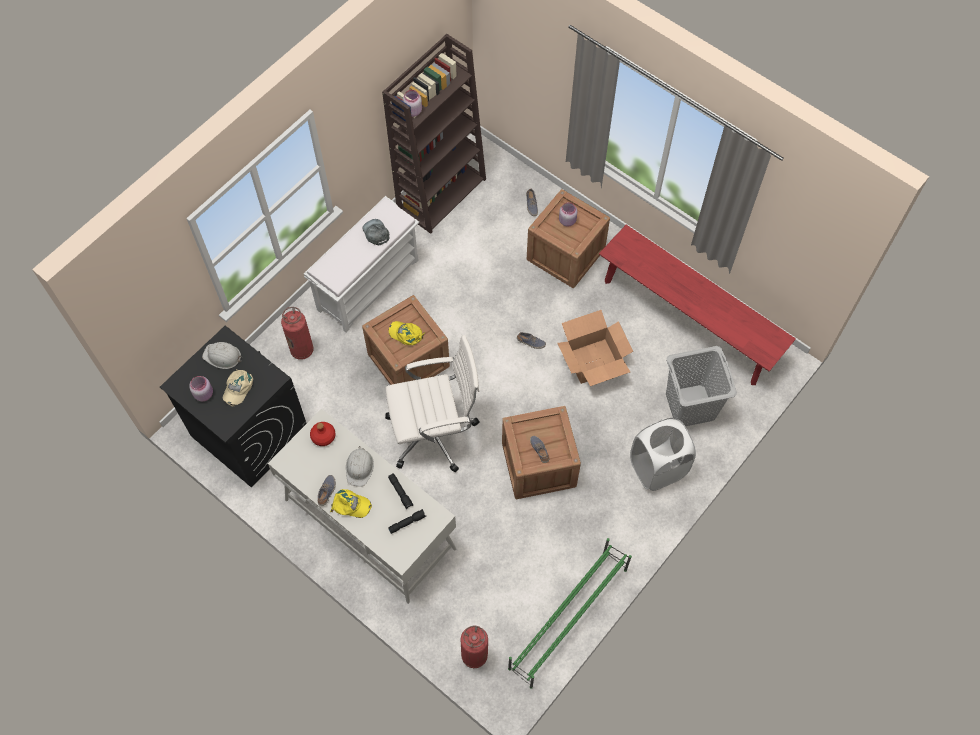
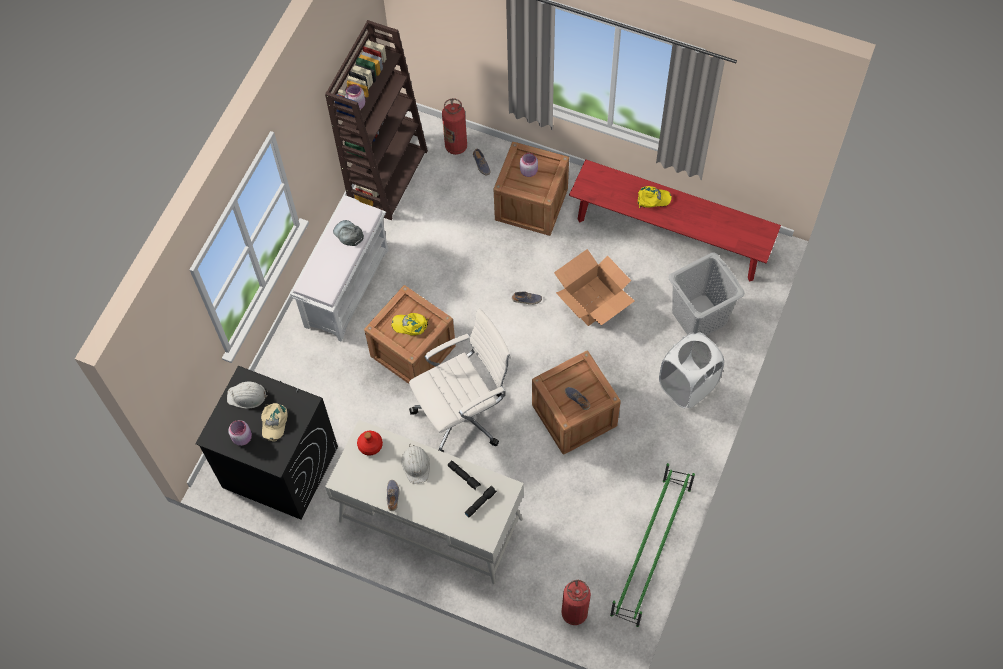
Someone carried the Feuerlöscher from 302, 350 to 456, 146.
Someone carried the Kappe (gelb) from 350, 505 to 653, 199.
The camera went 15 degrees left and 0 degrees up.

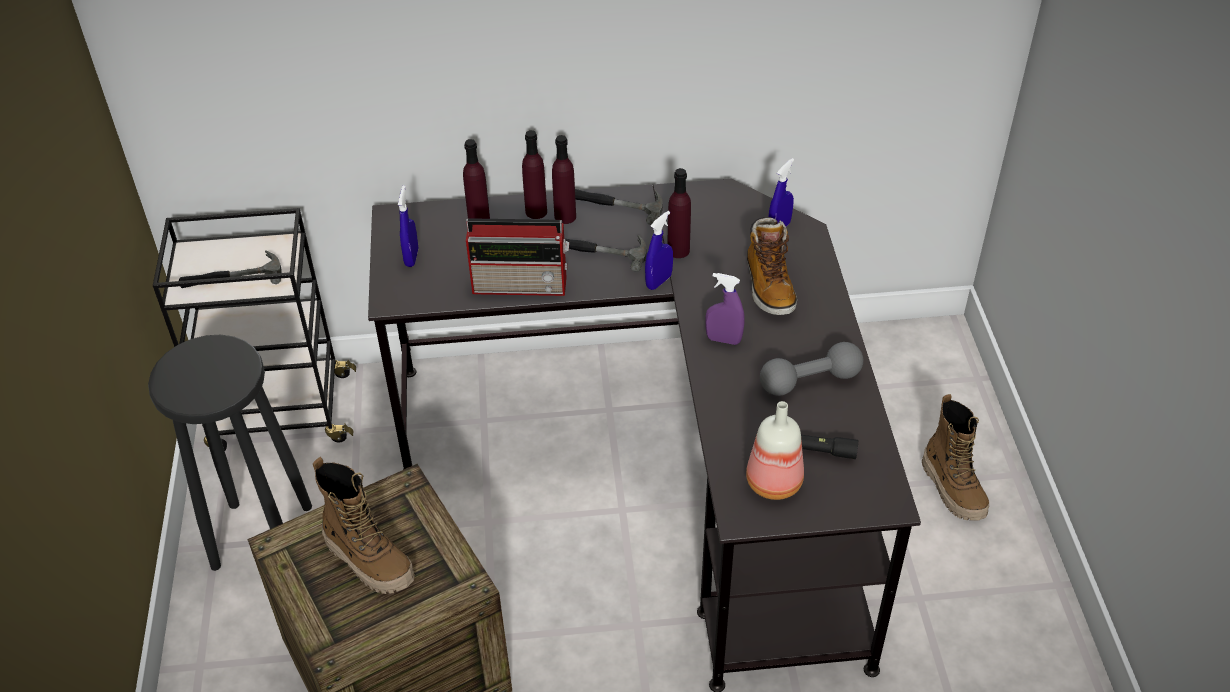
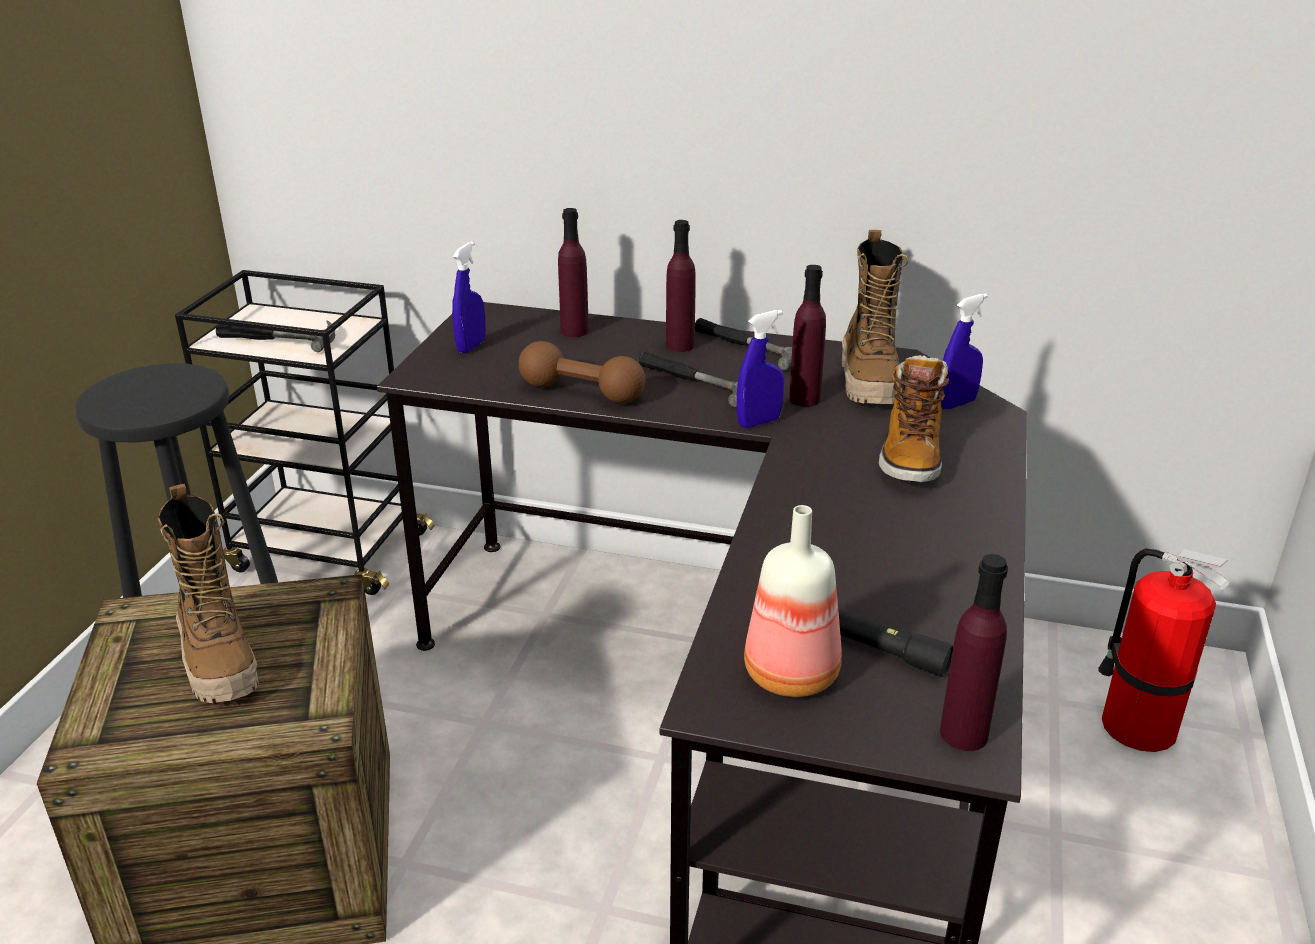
Someone swapped the Radio at 522, 284 for the Hantel (braun) at 582, 392.
Someone carried the Flasche (lila) from 536, 212 to 963, 734.
Someone took away the Sprühflasche (lila) at 723, 339.
Someone took away the Hantel (grau) at 810, 381.
Someone carried the Stiefel from 953, 489 to 869, 382.
Someone put down the Feuerlöscher at 1135, 724.
The camera went 20 degrees right and 15 degrees down.

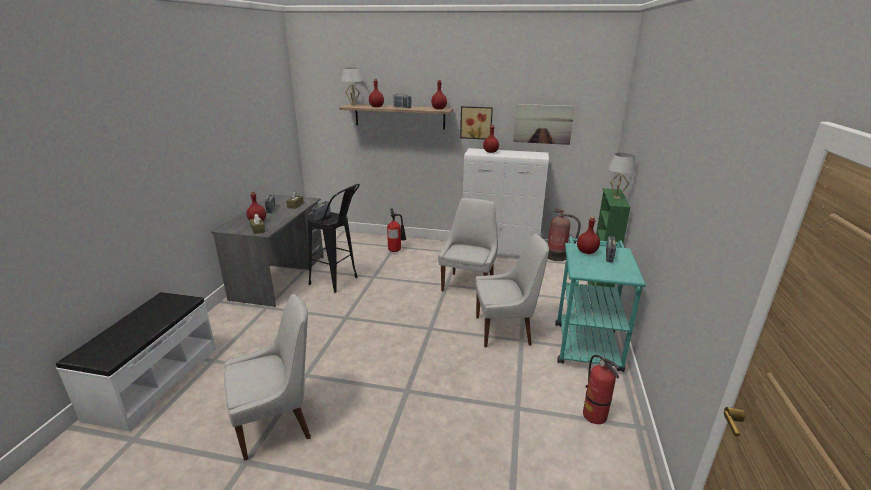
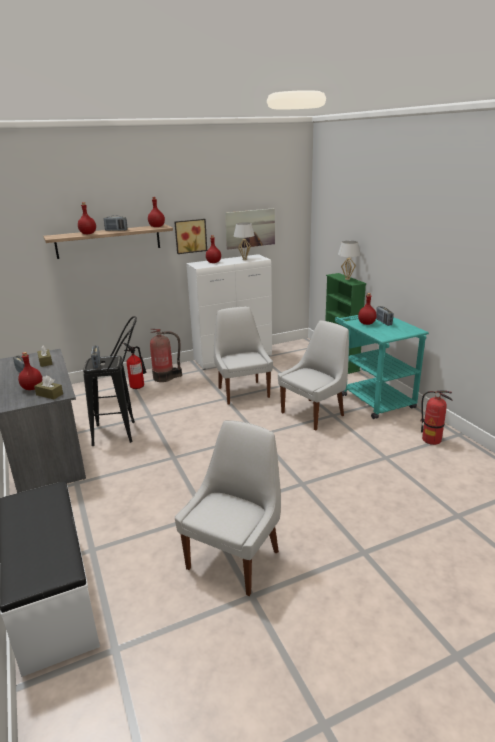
Someone carried the Tischlampe (weiß) from 353, 105 to 244, 259.
Someone carried the Feuerlöscher from 558, 257 to 165, 377.
The camera went 35 degrees left and 0 degrees up.

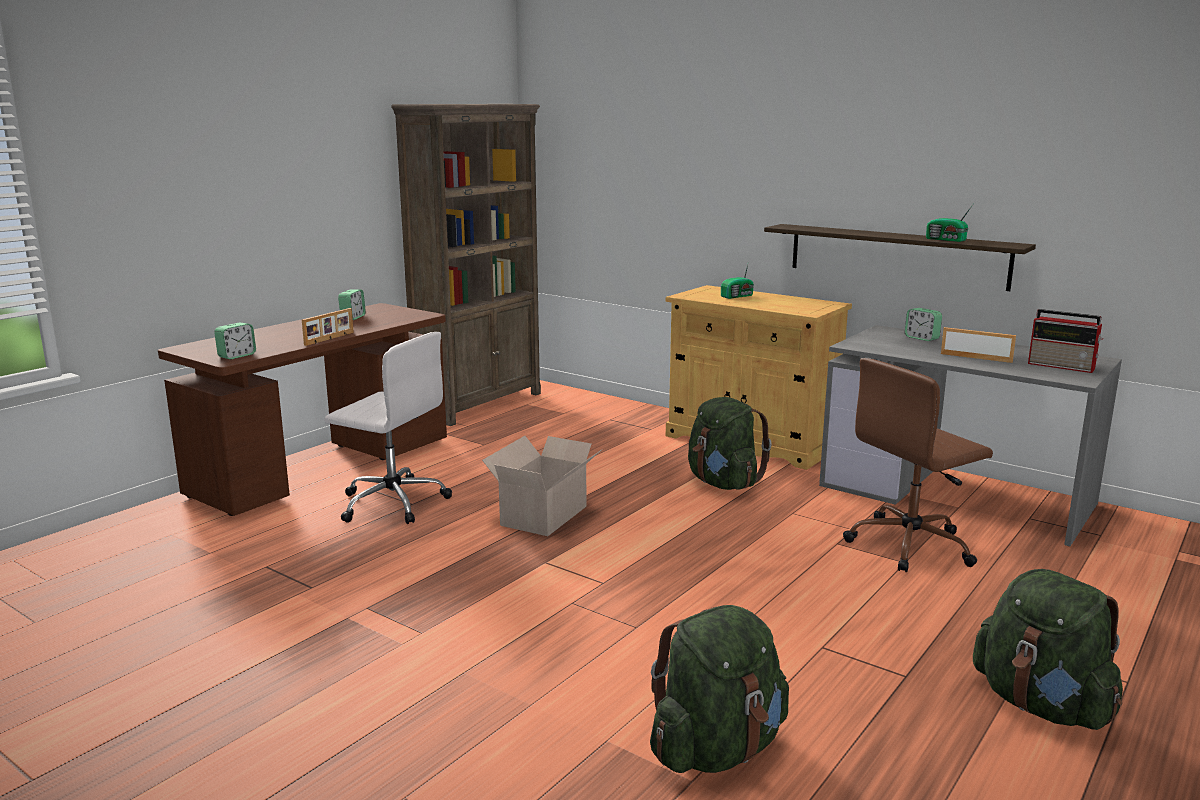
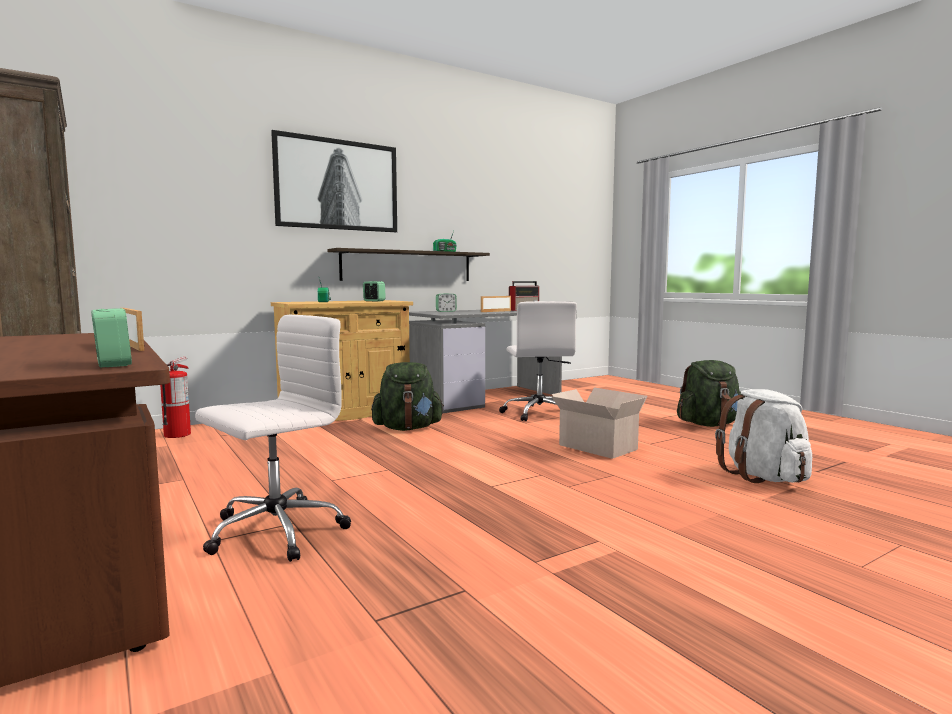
Someone carried the Wecker from 353, 317 to 374, 301.
Someone carried the Karton from 546, 515 to 596, 447.
Someone repainted the Rucksack (grün) at 717, 749, which became the Rucksack (weiß) at 763, 477.
Someone repainted the Bürostuhl (braun) at 911, 545, which became the Bürostuhl (weiß) at 539, 413.
Someone put down the Feuerlöscher at 177, 434.
Someone put up the Bild at 337, 185.
The camera went 70 degrees left and 10 degrees down.

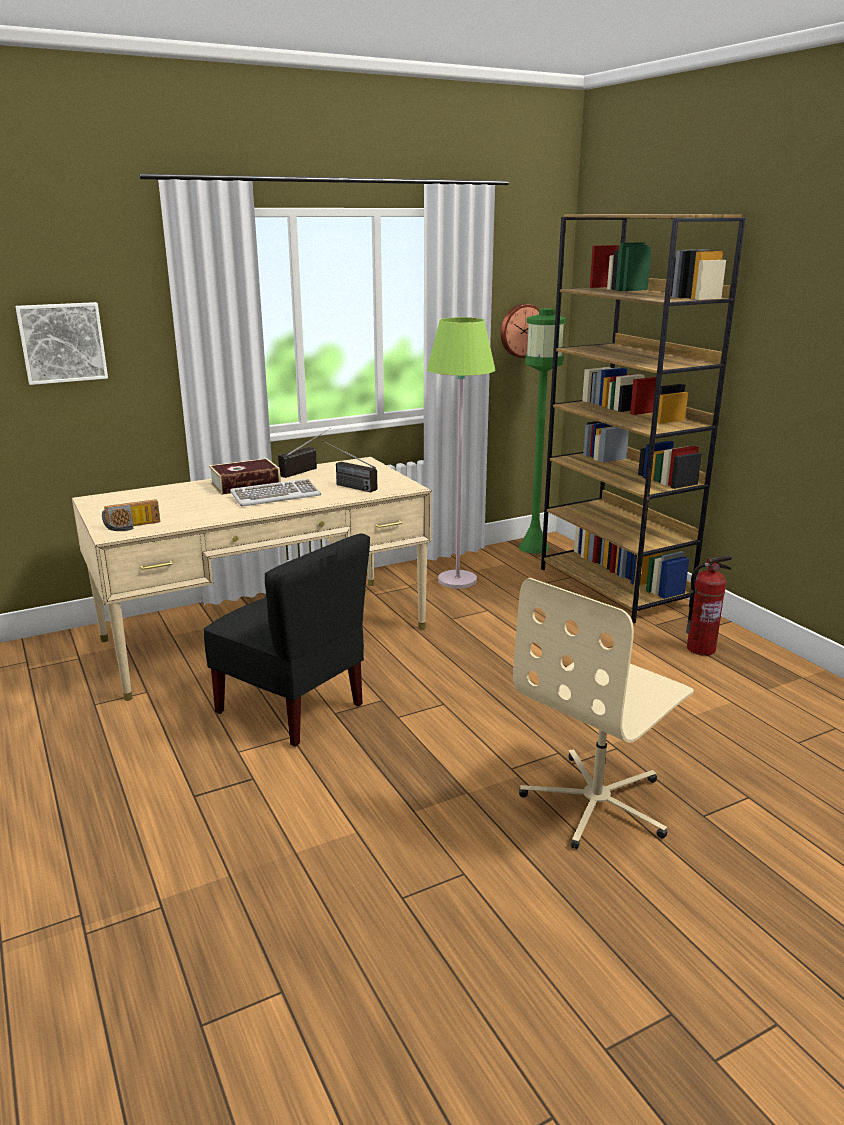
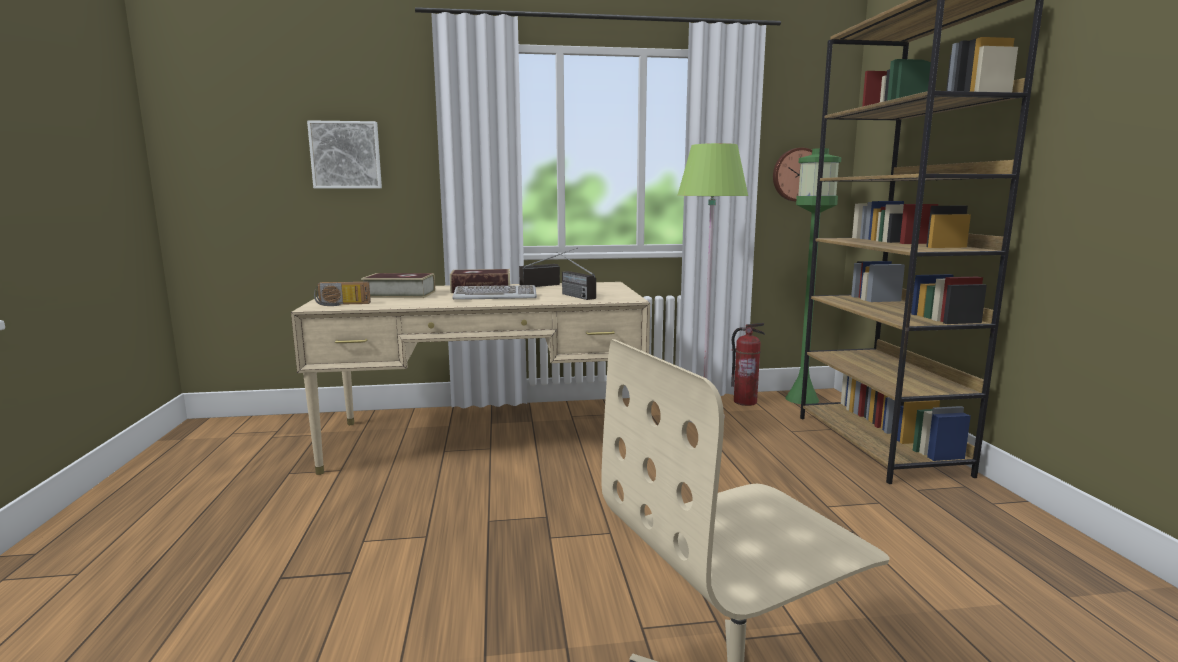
Someone took away the Stuhl (schwarz) at 292, 708.
Someone carried the Feuerlöscher from 701, 649 to 745, 402.
Someone put down the Buch at 400, 294.
The camera went 20 degrees right and 10 degrees down.

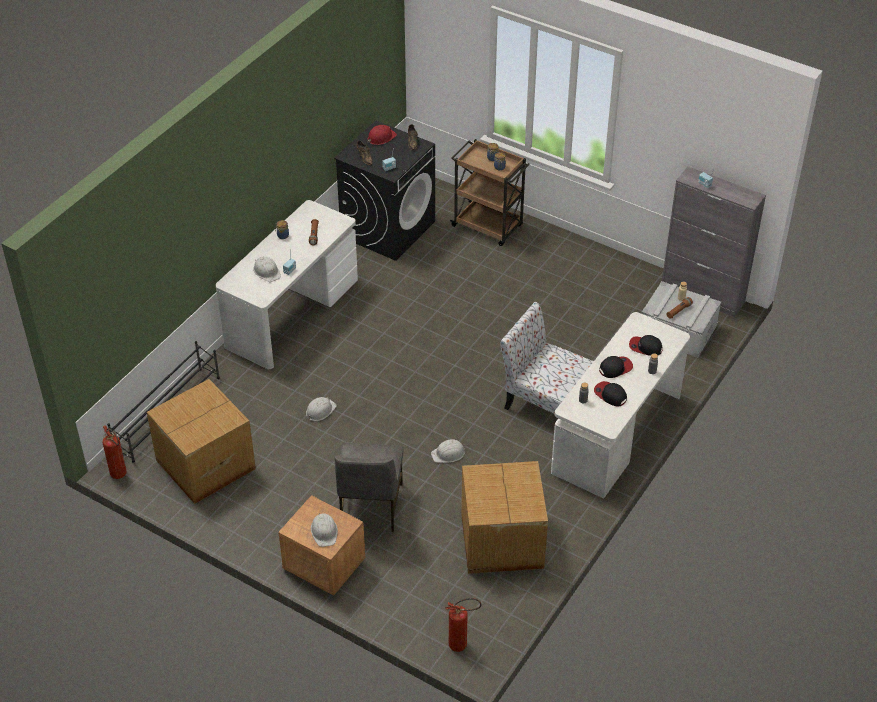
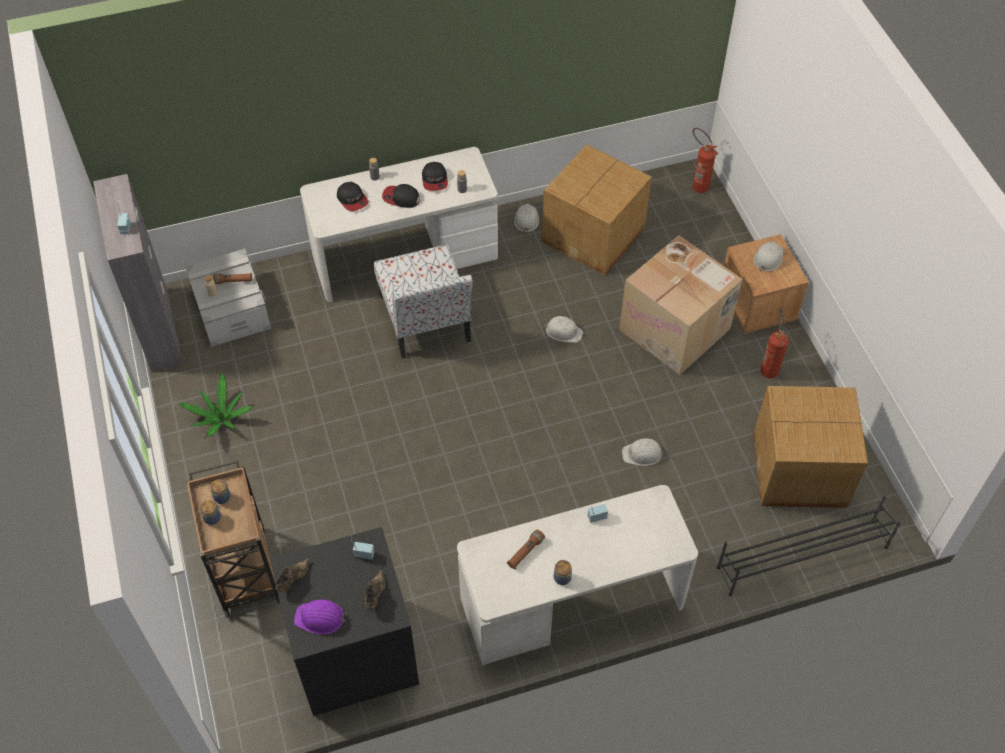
Someone carried the Feuerlöscher from 120, 475 to 769, 367.
Someone carried the Schutzhelm (weiß) from 267, 271 to 526, 219.
Someone swapped the Stuhl (grau) at 370, 507 for the Karton at 676, 329.
Someone repainted the Schutzhelm (rot) at 381, 137, which became the Schutzhelm (lila) at 320, 618.
Someone put down the Topfpflanze at 220, 419.
The camera went 140 degrees left and 10 degrees up.

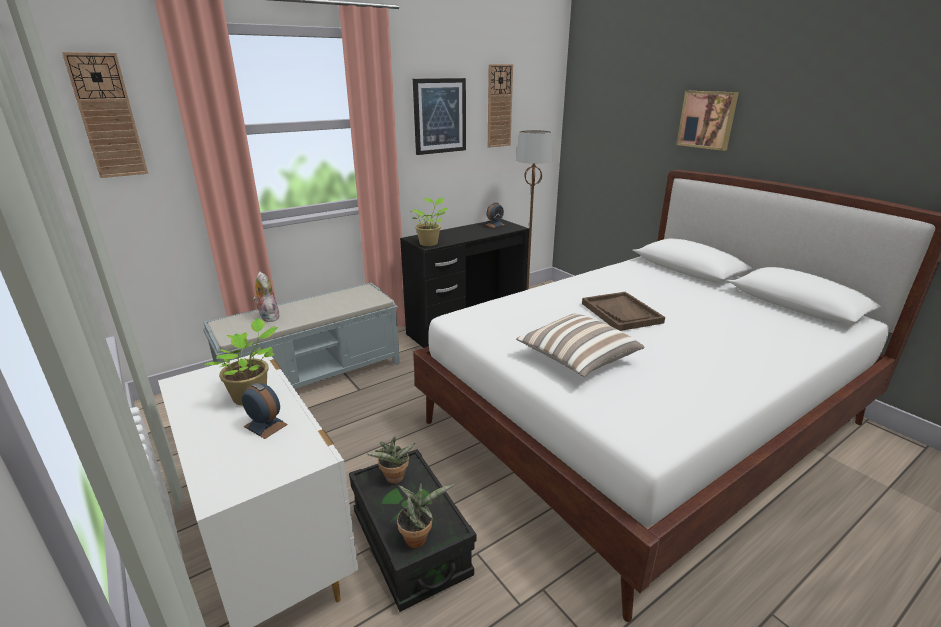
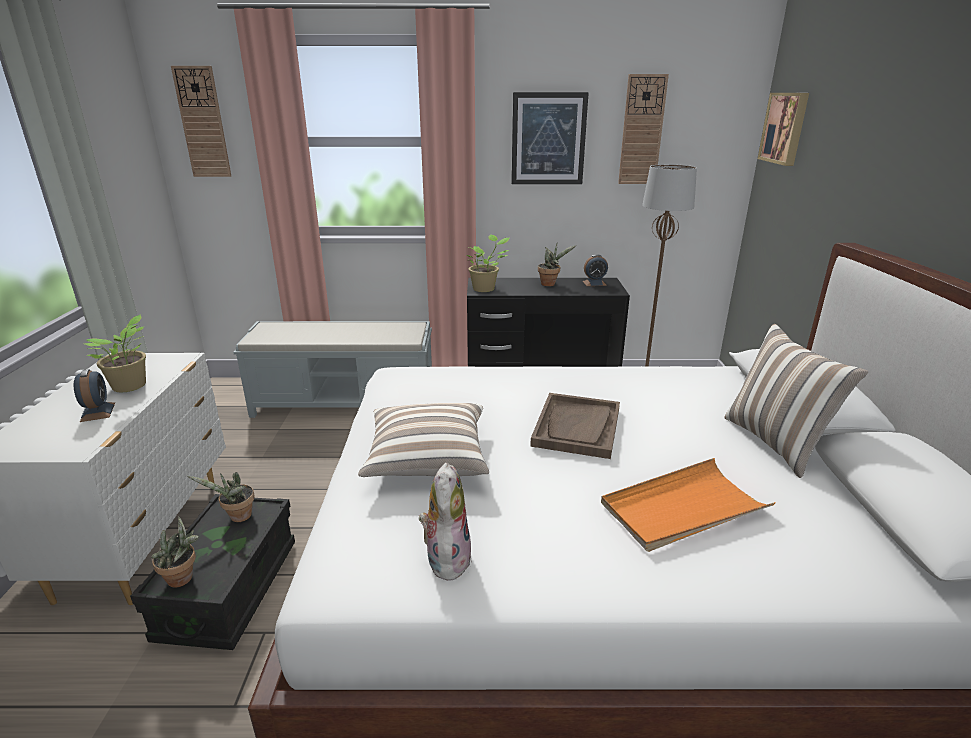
Someone carried the Plüschtier from 268, 317 to 446, 558.
Someone carried the Bild from 707, 119 to 785, 128.
Someone put down the Topfpflanze at 550, 284.
Someone put down the Tablett (orange) at 683, 508.
Someone put down the Kissen at 776, 442.
The camera went 35 degrees right and 0 degrees up.

